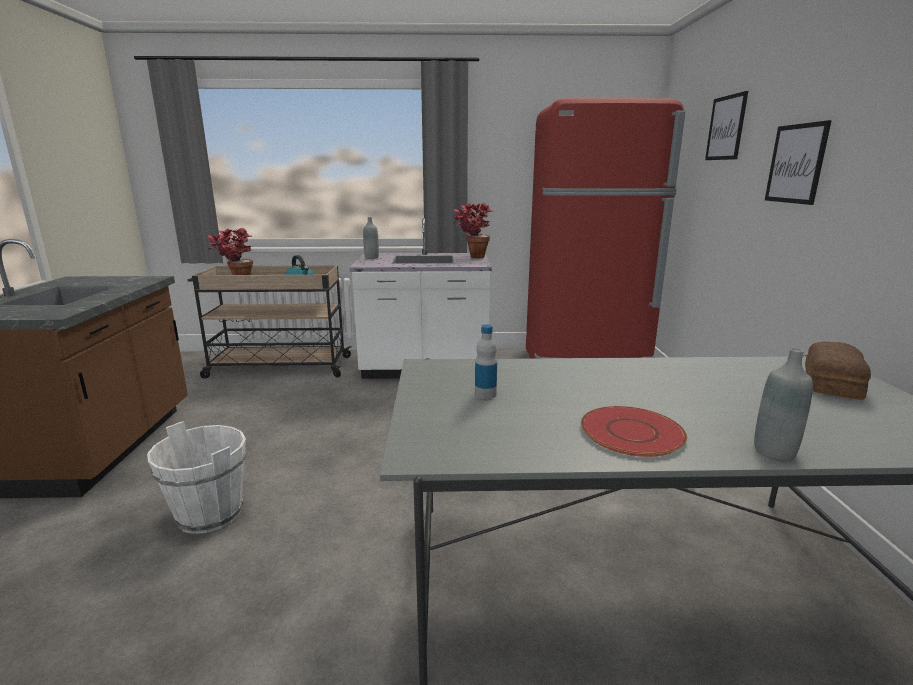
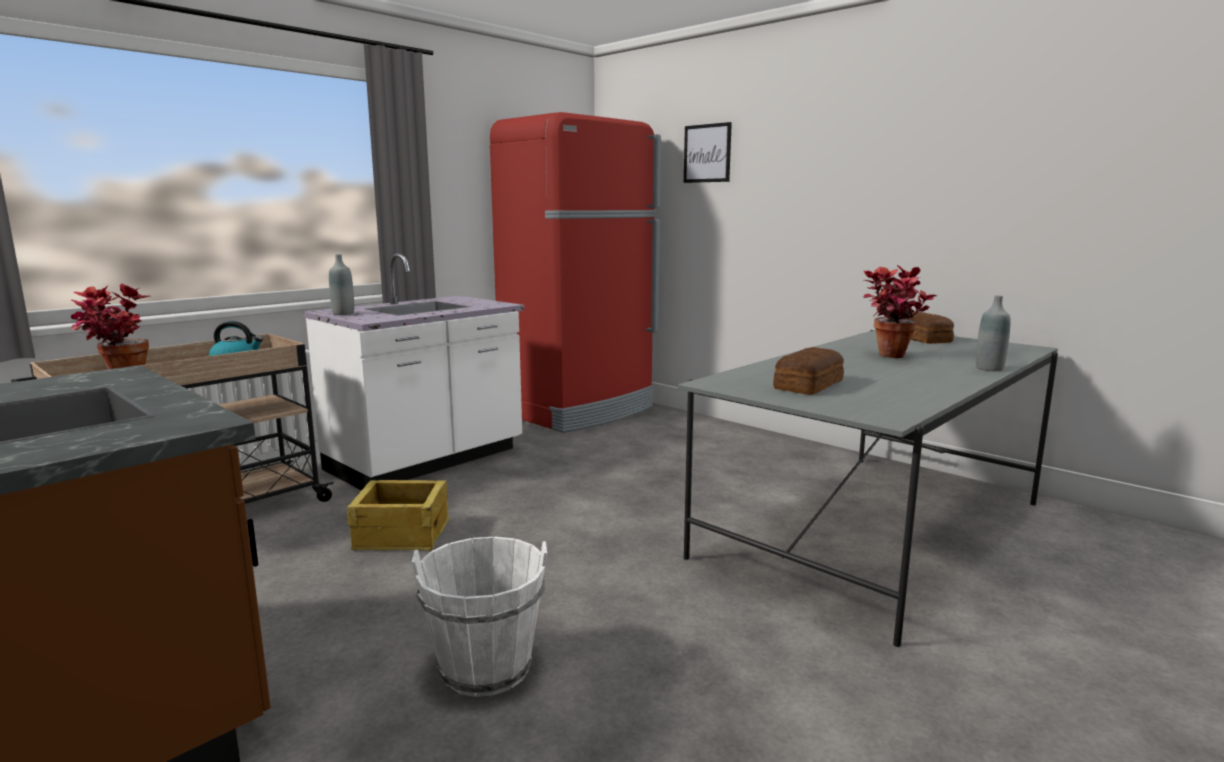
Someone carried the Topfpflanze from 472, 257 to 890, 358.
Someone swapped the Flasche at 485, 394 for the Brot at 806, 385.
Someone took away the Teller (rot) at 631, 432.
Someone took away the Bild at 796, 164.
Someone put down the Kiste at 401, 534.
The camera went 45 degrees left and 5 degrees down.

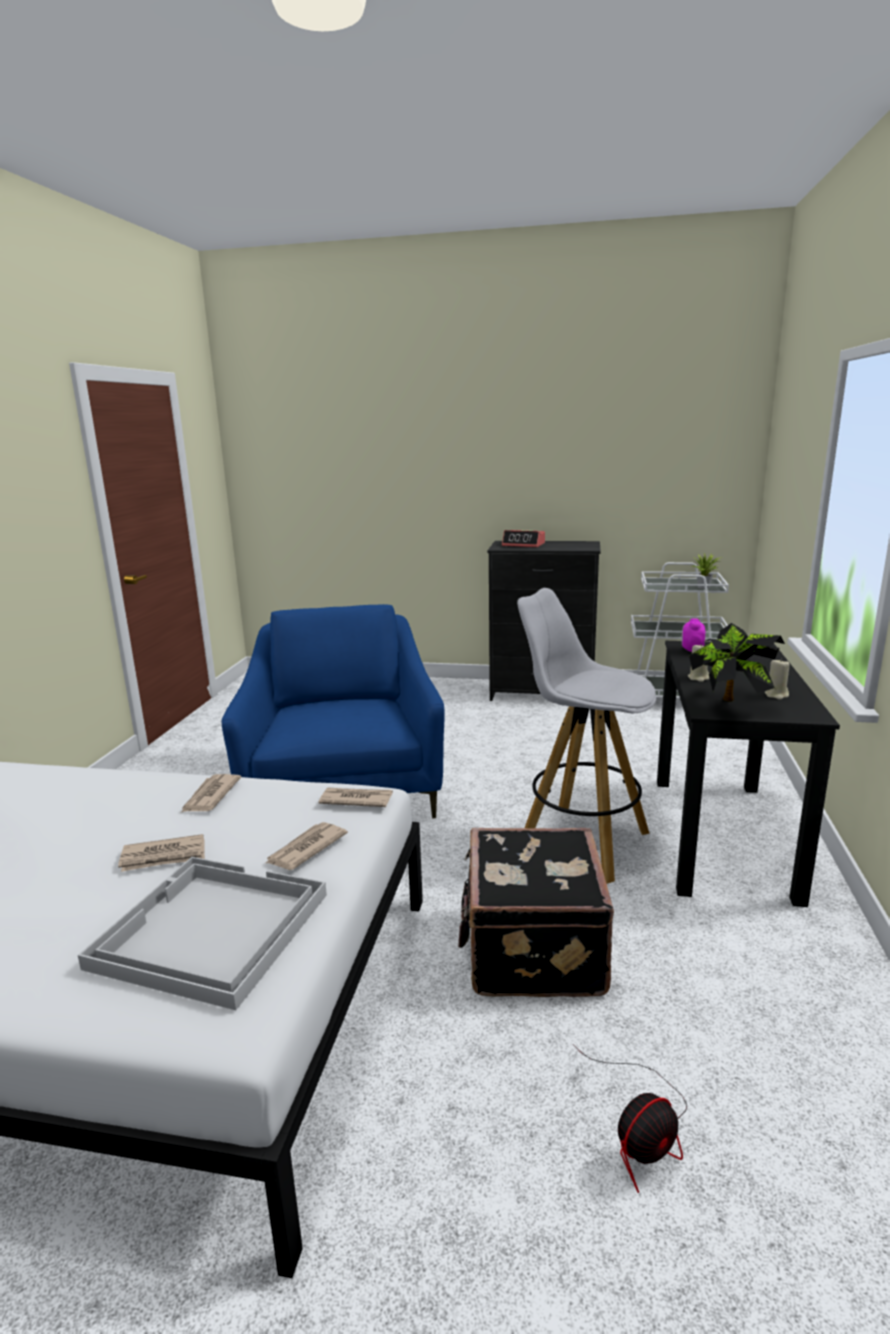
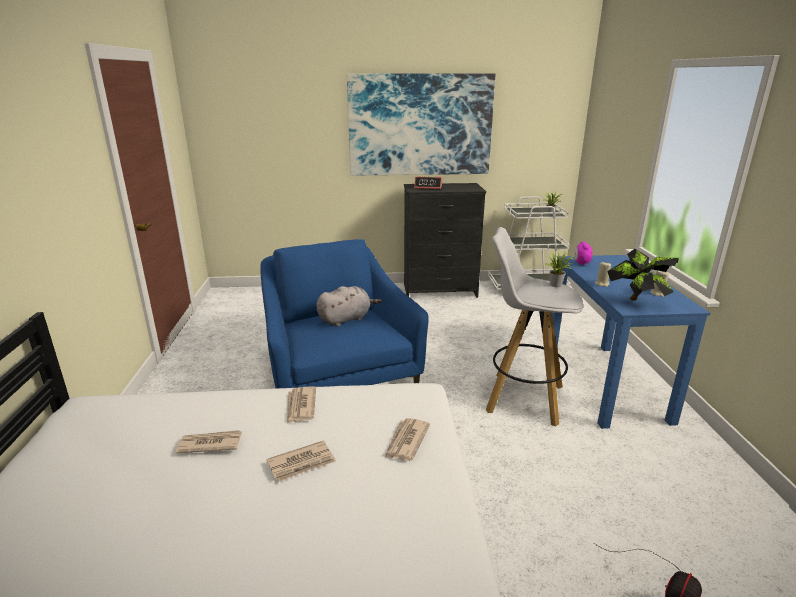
Someone took away the Tablett (weiß) at 209, 931.
Someone carried the Zeitung from 355, 800 to 209, 444.
Someone took away the Koffer (schwarz) at 531, 949.
Someone repainted the Schreibtisch (schwarz) at 721, 835, which became the Schreibtisch (blau) at 605, 383.
Someone put down the Plüschtier (grau) at 346, 319.
Someone put up the Bild at 420, 125.
Someone put down the Topfpflanze at 557, 285.
The camera went 15 degrees left and 5 degrees up.

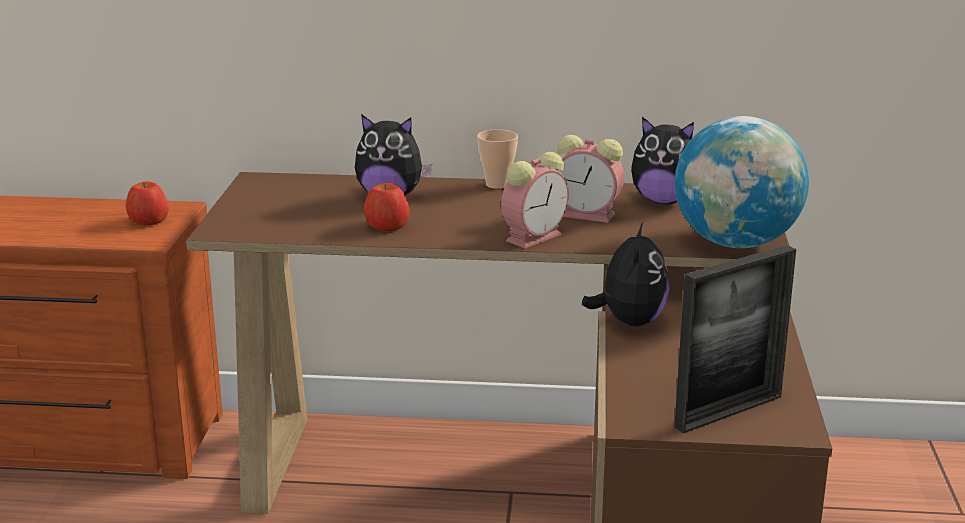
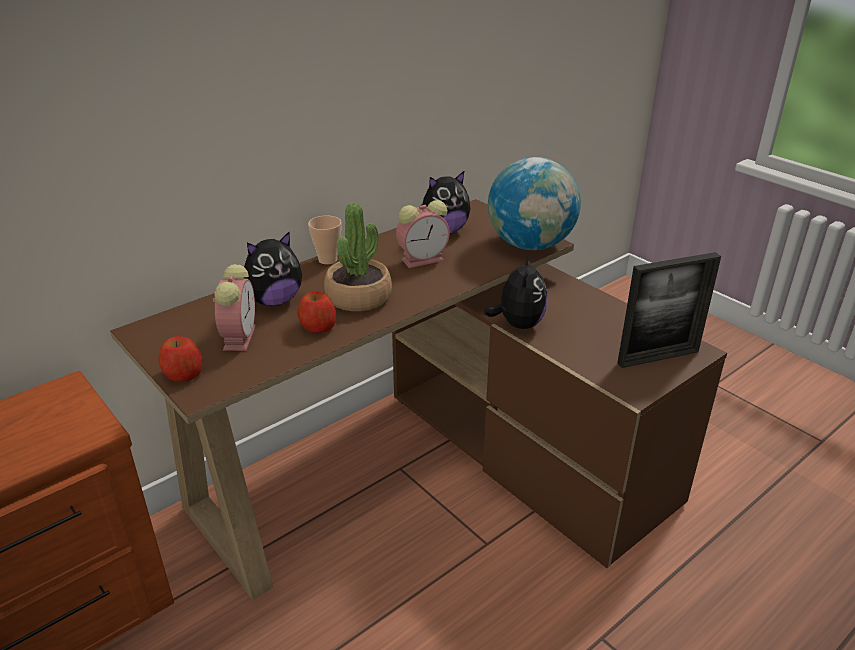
Someone carried the Apfel from 148, 220 to 183, 373.
Someone carried the Wecker from 535, 237 to 239, 336.
Someone rotated the Plüschtier at 629, 322 by 45 degrees clockwise.
Someone rotated the Bilderrahmen at 728, 412 by 60 degrees clockwise.
Someone put down the Topfpflanze at 358, 297.
The camera went 45 degrees left and 10 degrees up.

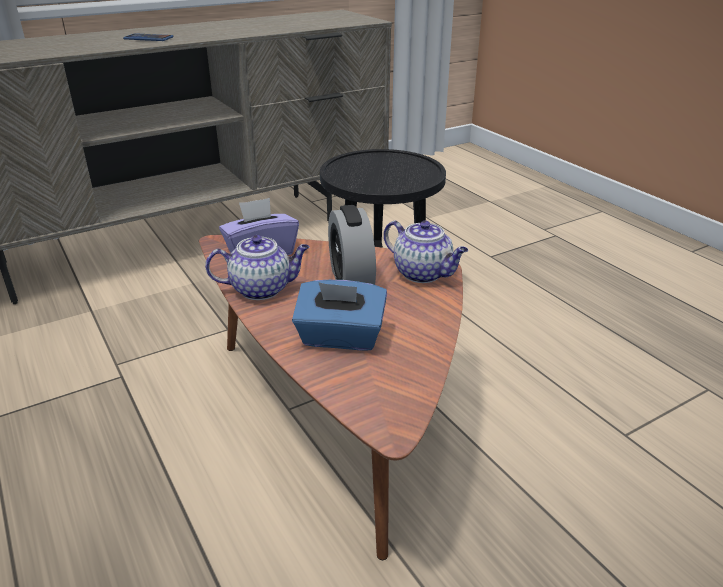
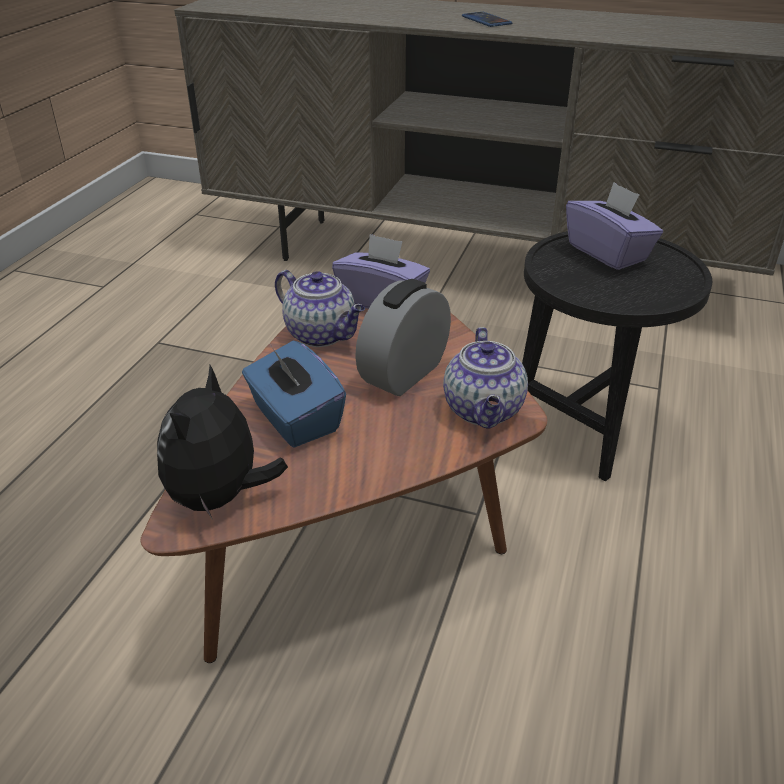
Someone put down the Plüschtier at 220, 497.
Someone put down the Taschentuchbox (lila) at 608, 252.
The camera went 50 degrees right and 5 degrees up.

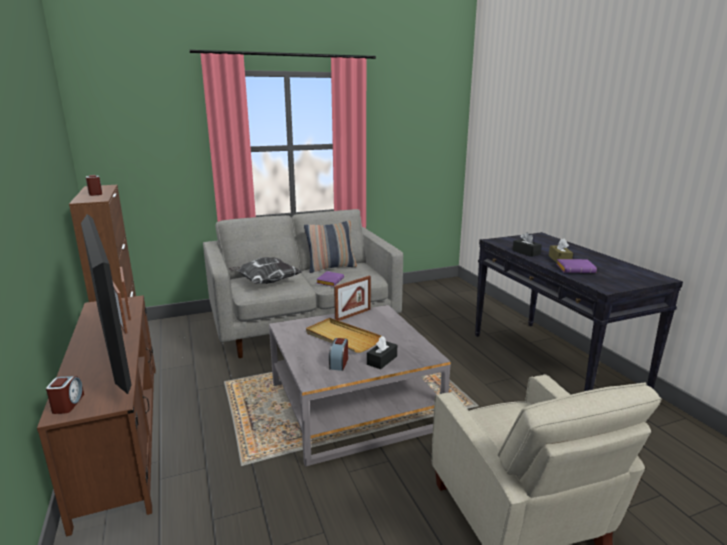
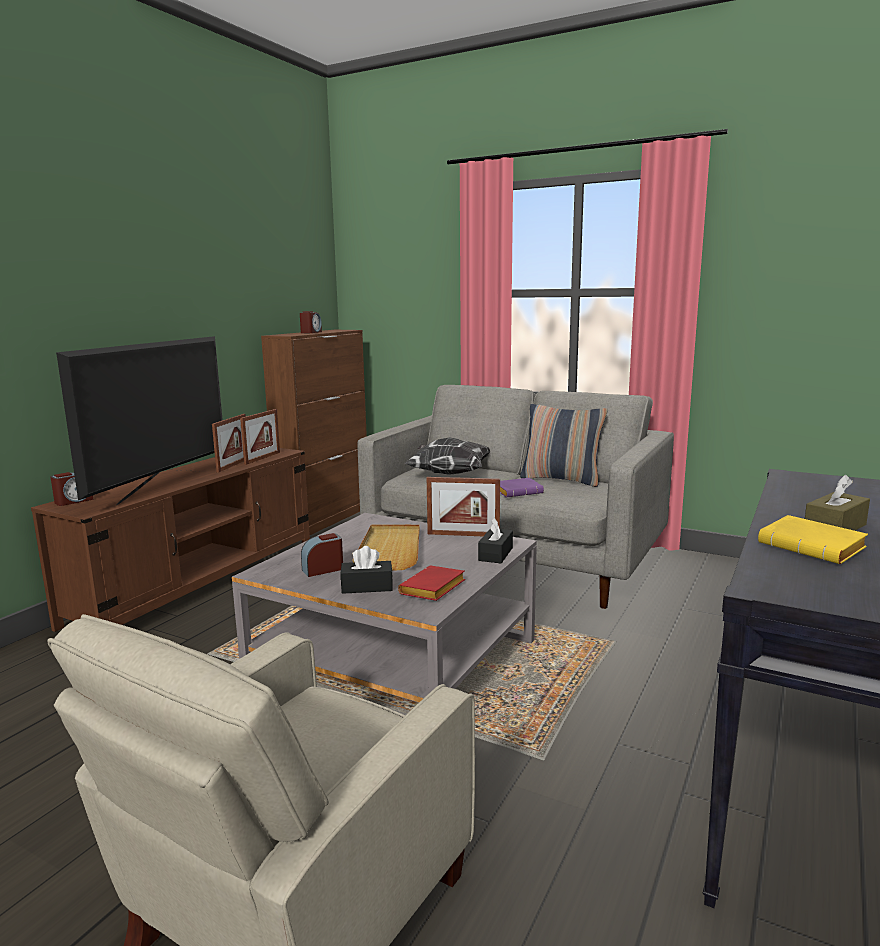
Someone carried the Taschentuchbox (schwarz) from 526, 252 to 495, 554.
Someone repainted the Buch (lila) at 576, 269, which became the Buch (gelb) at 814, 548.
Someone put down the Buch (rot) at 433, 590.
The camera went 50 degrees right and 5 degrees down.

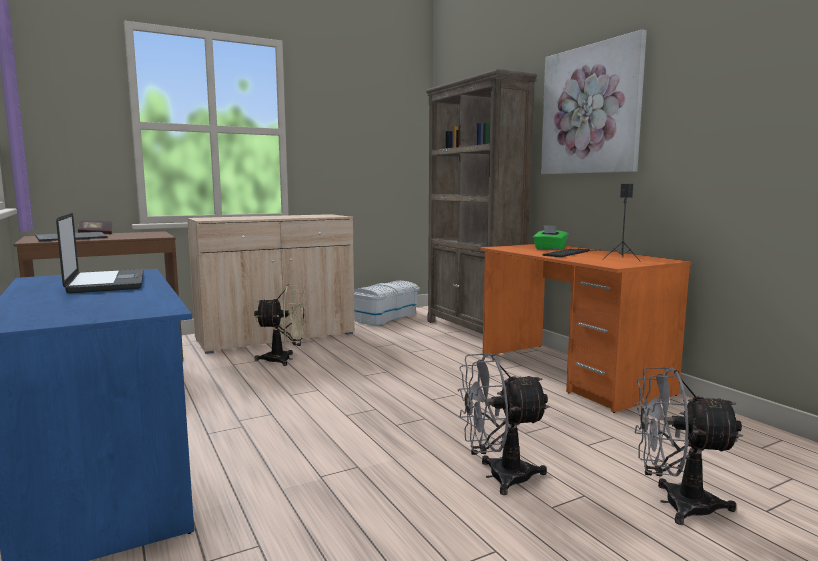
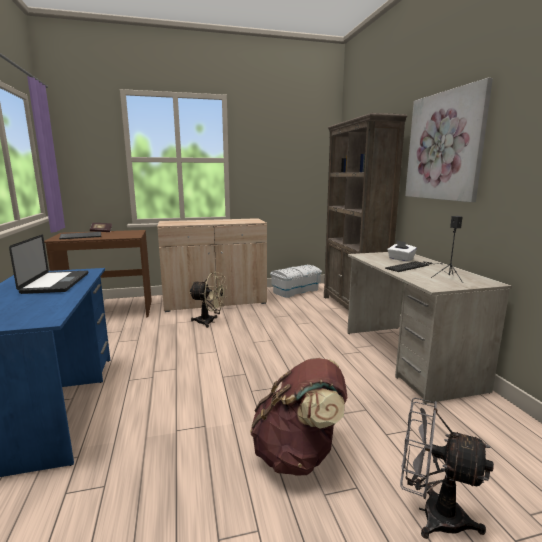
Someone swapped the Ventilator (grau) at 498, 477 for the Rucksack (braun) at 298, 454.
Someone repainted the Schreibtisch (orange) at 570, 374, which became the Schreibtisch (beige) at 408, 358.
Someone repainted the Taschentuchbox (grün) at 549, 249, which became the Taschentuchbox (weiß) at 400, 259.
The camera went 15 degrees right and 5 degrees up.

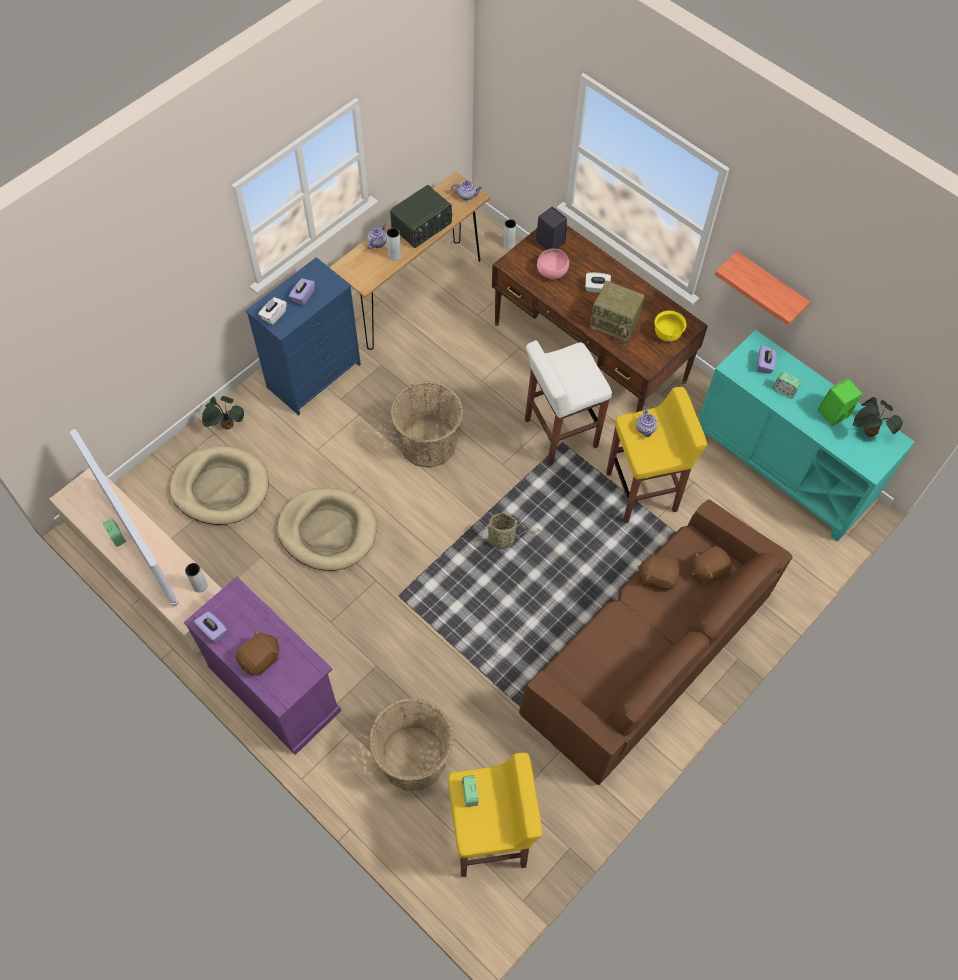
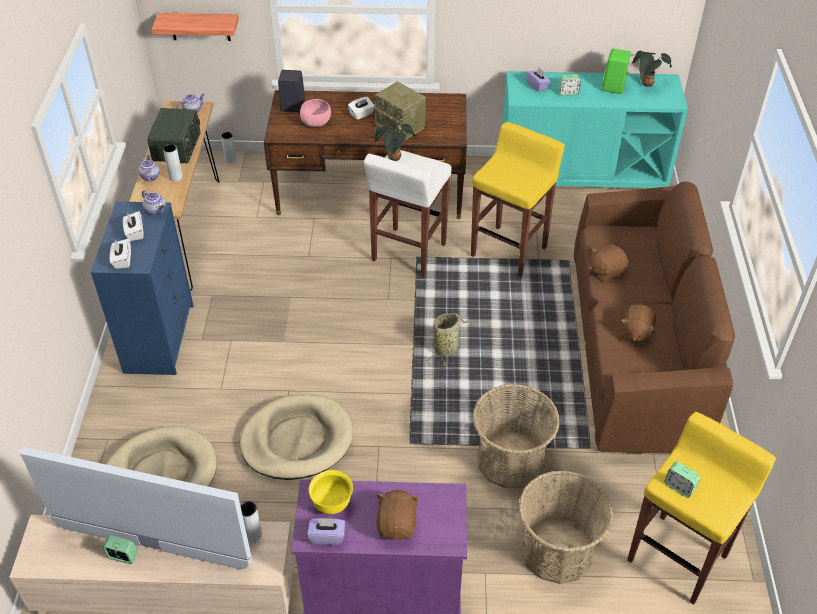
Someone carried the Topfpflanze from 226, 426 to 394, 159.
Someone repainted the Taschentuchbox (lila) at 303, 296, which became the Taschentuchbox (weiß) at 135, 233.
Someone carried the Korb from 428, 443 to 510, 460.
Someone rotated the Radio at 615, 324 by 60 degrees clockwise.
Someone carried the Teekanne from 646, 429 to 156, 210.
Someone carried the Schüssel (gelb) from 667, 334 to 332, 503.
Someone carried the Plüschtier (braun) from 708, 570 to 636, 333.
Someone carried the Wandregal from 769, 286 to 200, 26.
The camera went 40 degrees left and 15 degrees down.

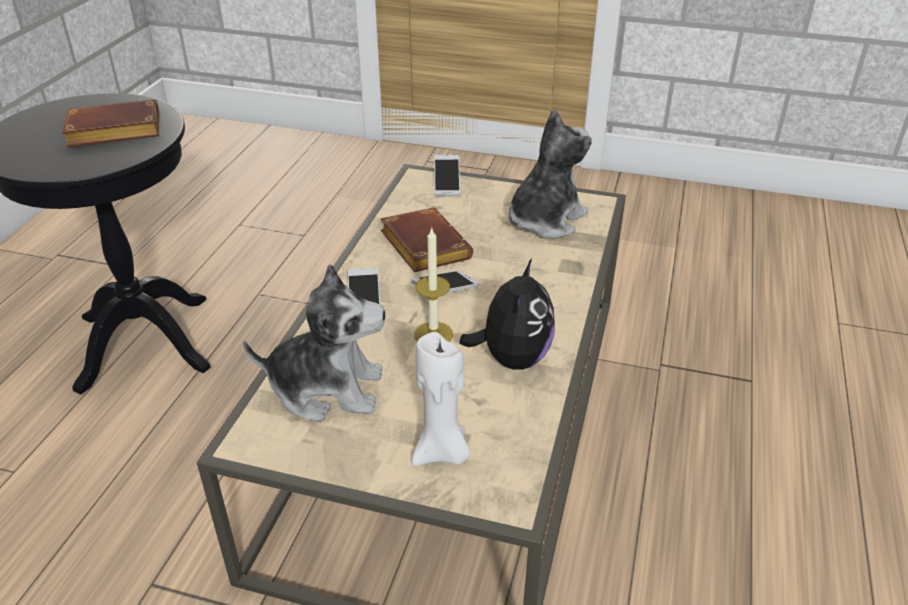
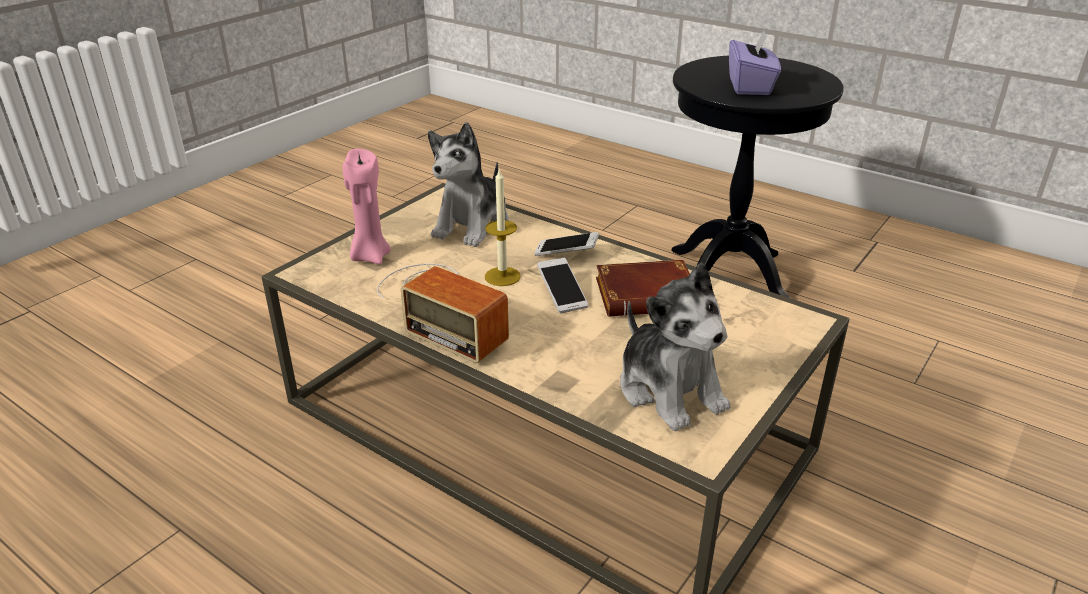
Someone swapped the Buch (braun) at 112, 133 for the Taschentuchbox (lila) at 750, 86.
Someone repainted the Kerze (weiß) at 442, 452, which became the Kerze (rosa) at 370, 256.
Someone took away the Handy at 447, 183.
Someone swapped the Plüschtier at 512, 358 for the Radio at 441, 306.
The camera went 110 degrees right and 5 degrees down.

